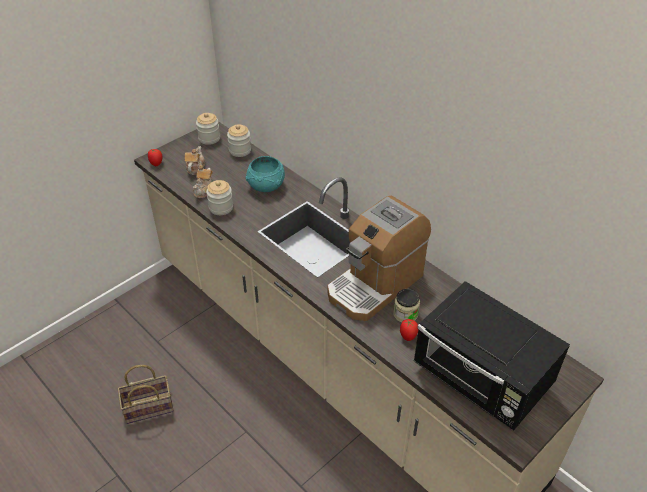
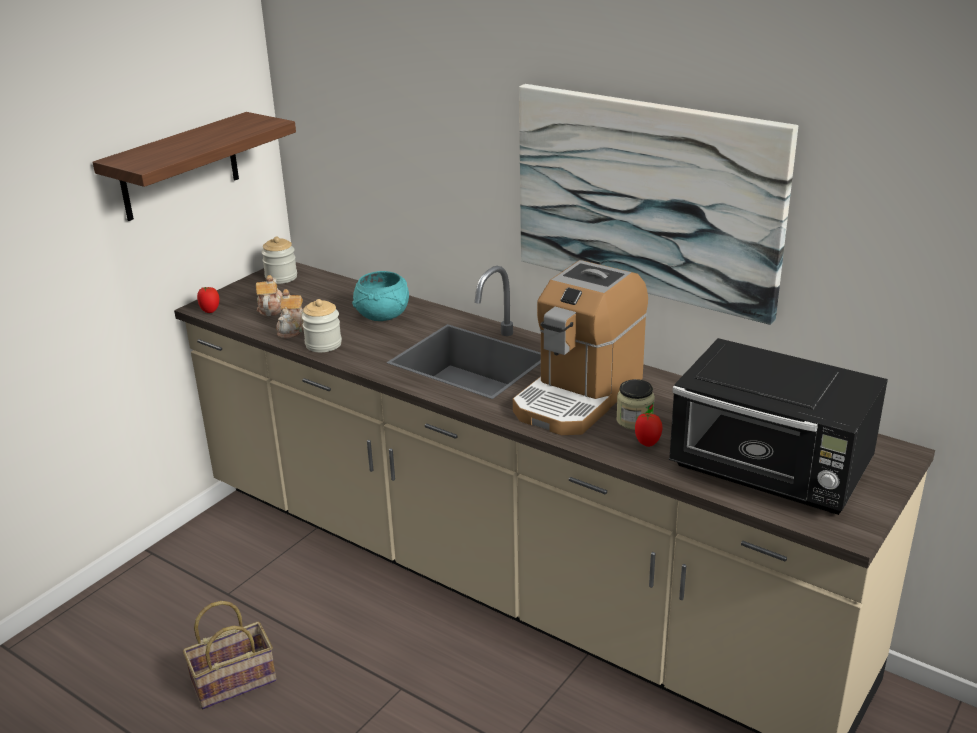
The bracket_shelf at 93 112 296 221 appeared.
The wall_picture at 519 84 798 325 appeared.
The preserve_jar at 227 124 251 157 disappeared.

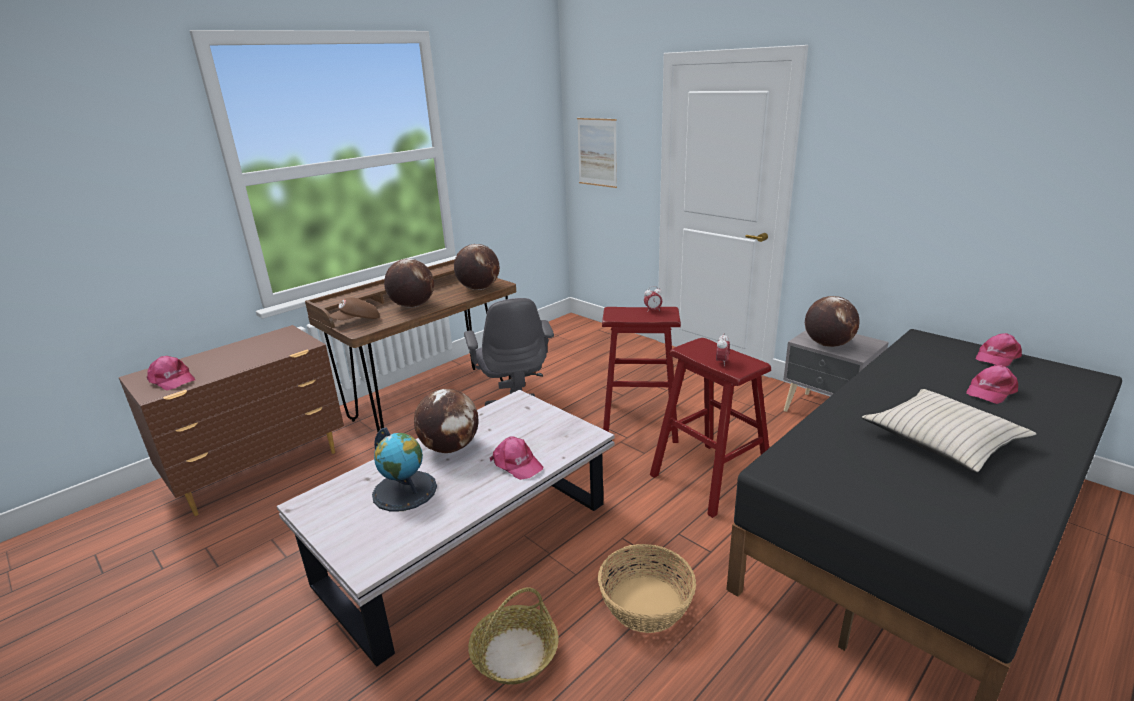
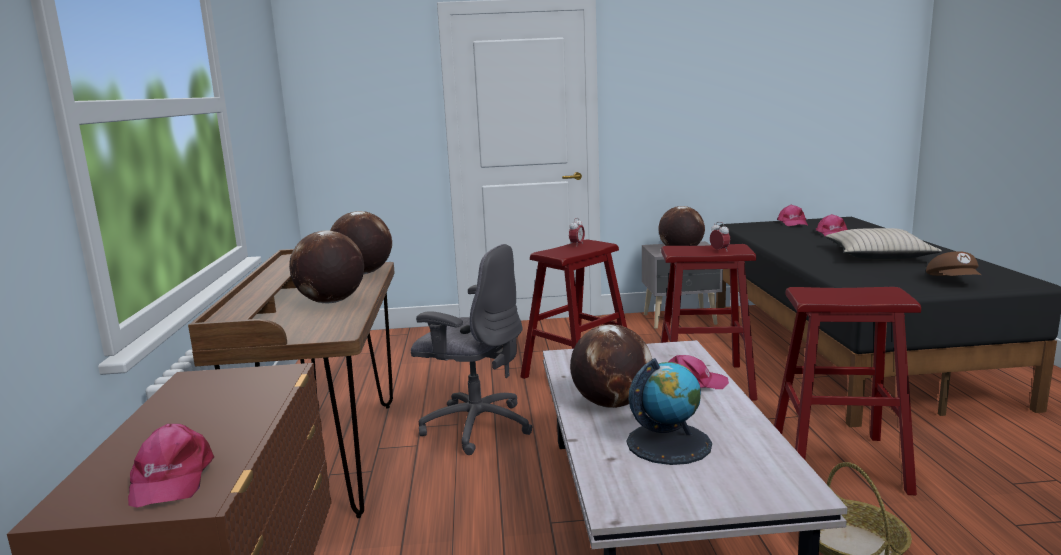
The pink_cap at 147 356 195 390 turned 90 degrees clockwise.
The basket at 598 544 696 633 was replaced by the red-coloured_sitting_stool at 774 287 921 495.
The brownish_cap moved from 329 297 380 320 to 926 251 981 276.
The wall_picture at 577 118 617 188 disappeared.

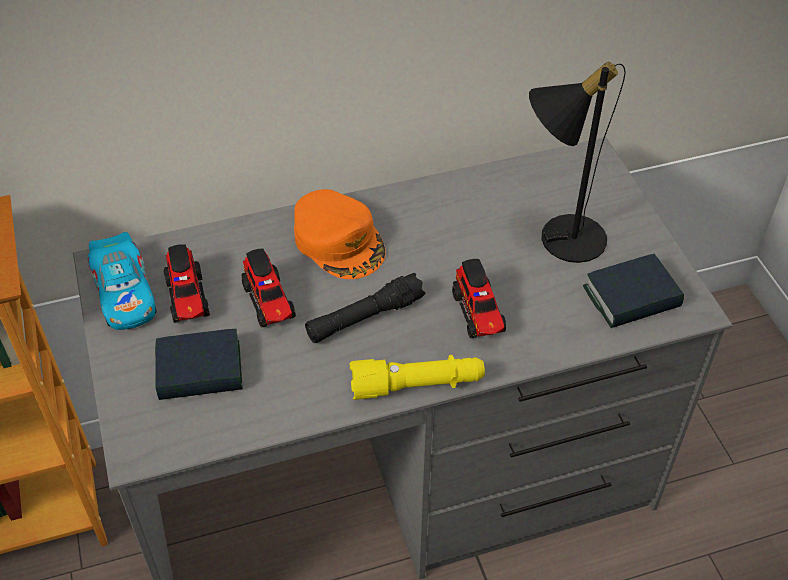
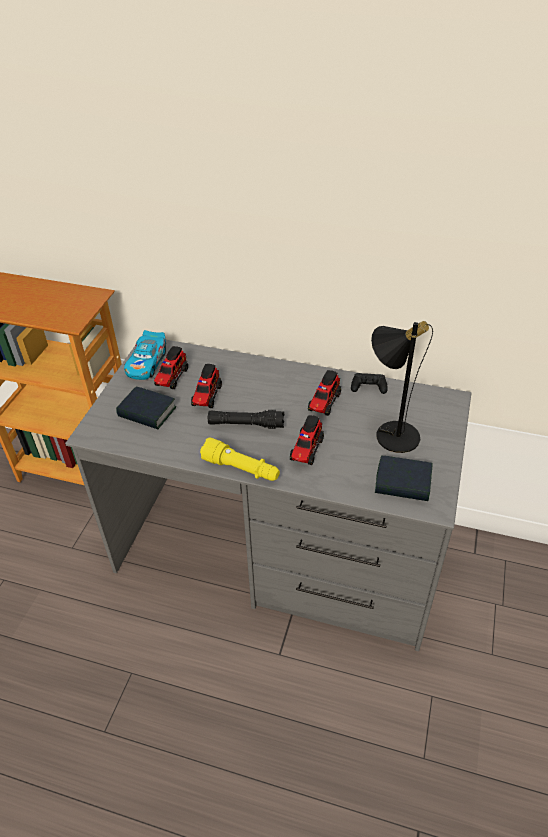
The model_truck at 308 370 341 416 appeared.
The blackish_game_controller at 351 373 388 394 appeared.
The orange_cap at 294 189 386 279 disappeared.

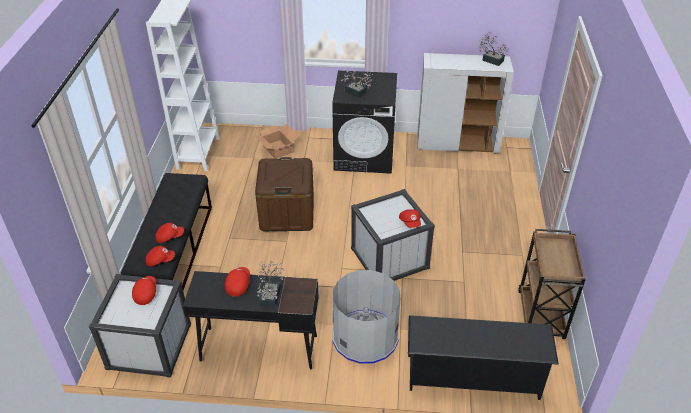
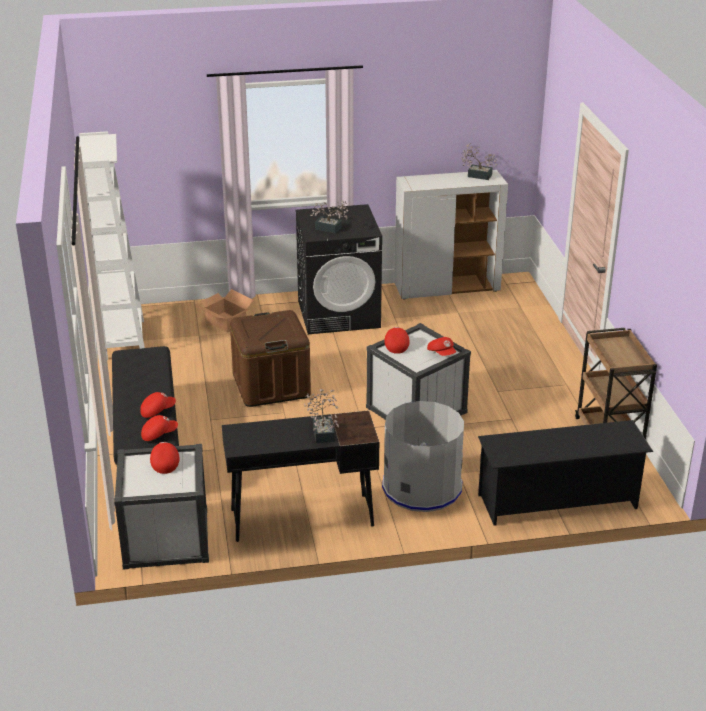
The red-coloured_cap moved from 225 267 250 297 to 384 327 410 354.

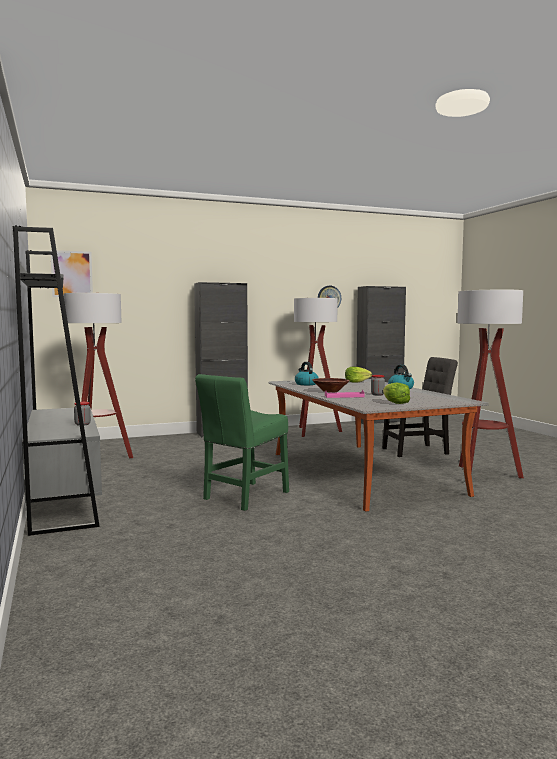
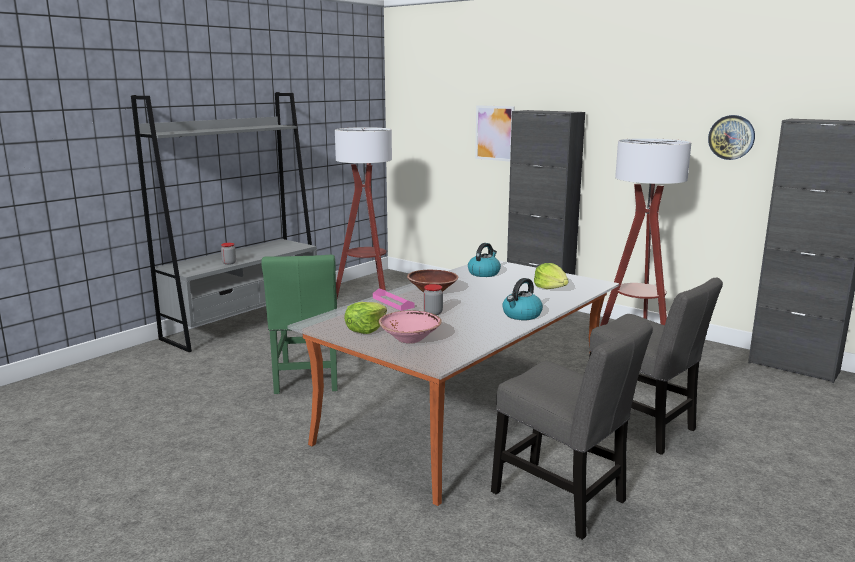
The green-coloured_chair at 195 374 289 511 turned 105 degrees counterclockwise.
The pink_deep_dish at 379 311 442 343 appeared.
The wall_picture moved from 50 250 93 297 to 475 105 515 162.
The standard_lamp at 457 290 524 478 was replaced by the grey_chair at 491 321 653 540.

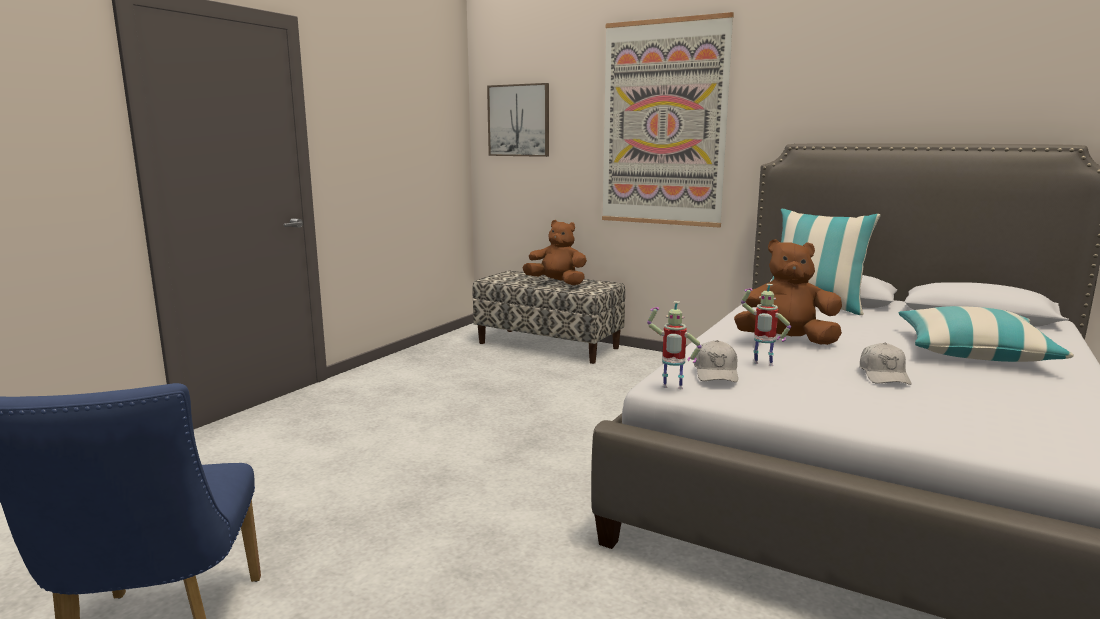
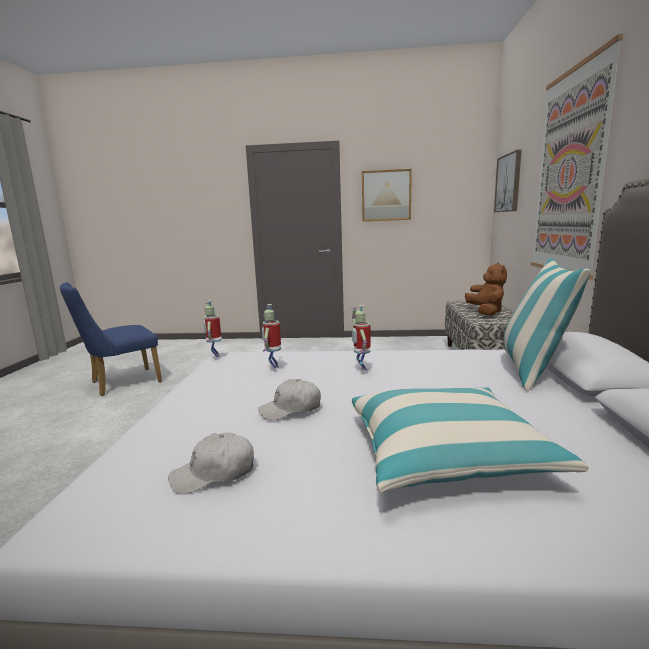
The white-coloured_cap moved from 694 340 738 382 to 168 433 254 494.
The brownish_cuddly_toy at 734 239 842 345 was replaced by the model_robot at 351 305 371 374.
The wall_picture at 362 169 412 222 appeared.

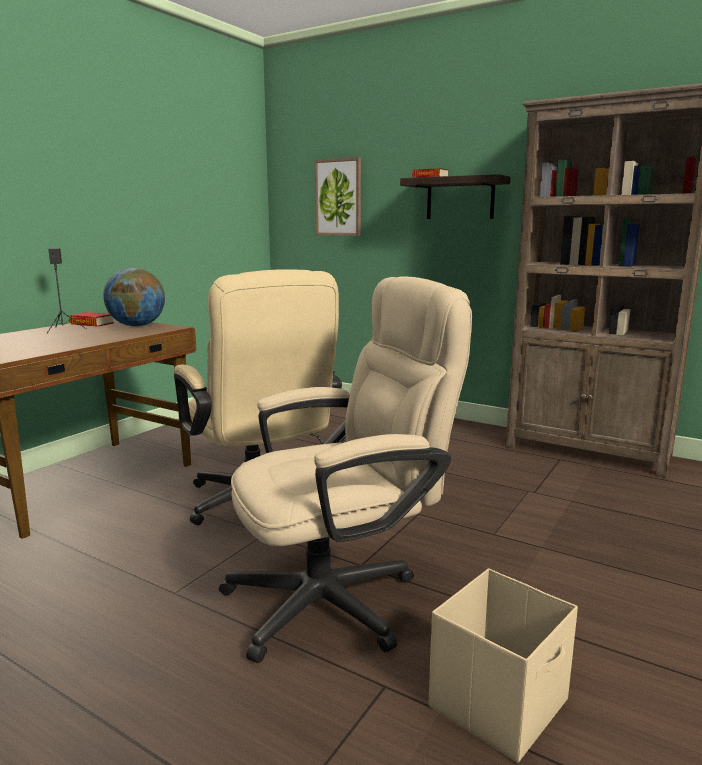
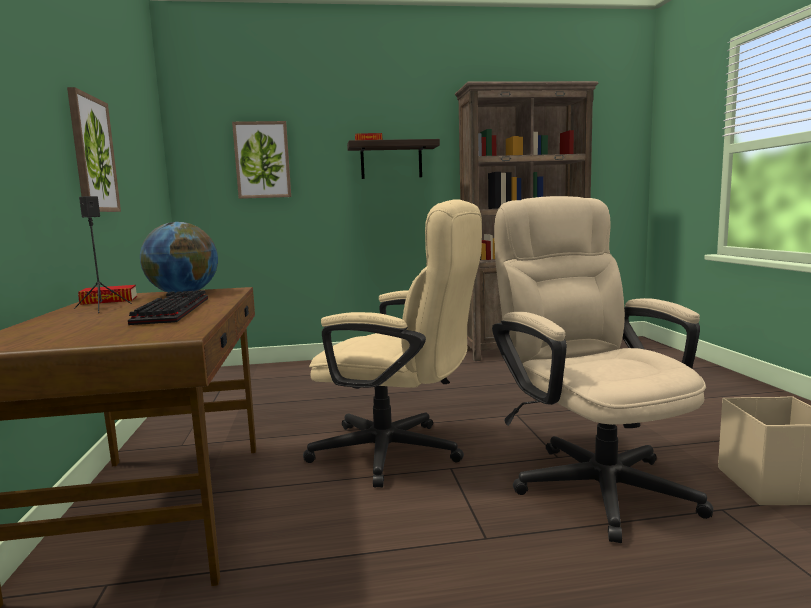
The wall_picture at 67 87 121 212 appeared.
The computer_keyboard at 128 290 208 325 appeared.
The beige_office_chair at 219 276 472 663 turned 45 degrees counterclockwise.

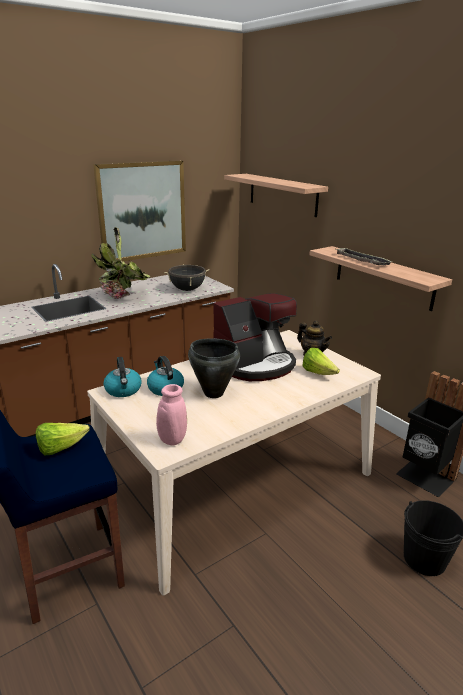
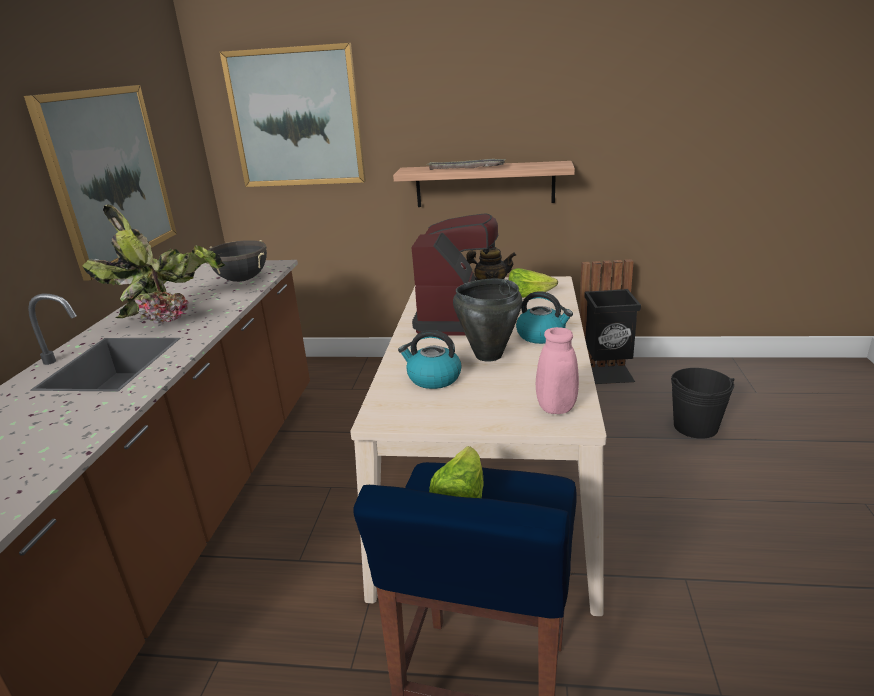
The bracket_shelf at 224 174 328 217 was replaced by the wall_picture at 220 43 366 187.
The tea_kettle moved from 104 357 141 397 to 516 291 573 344.

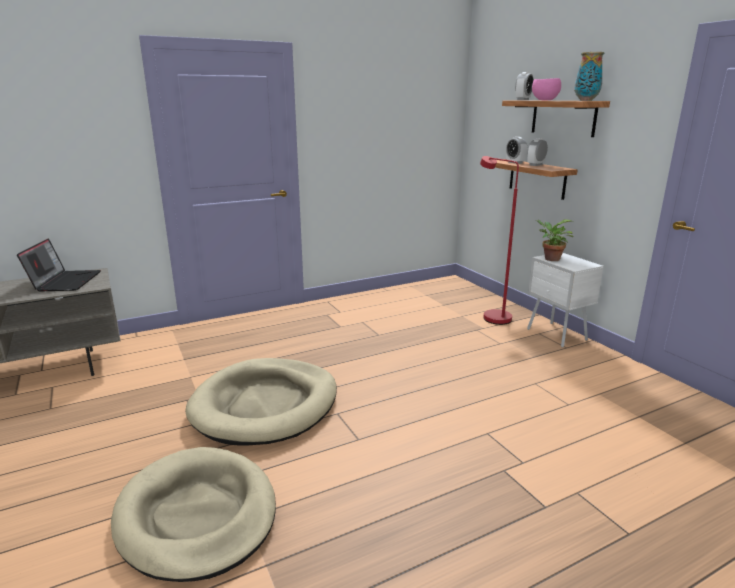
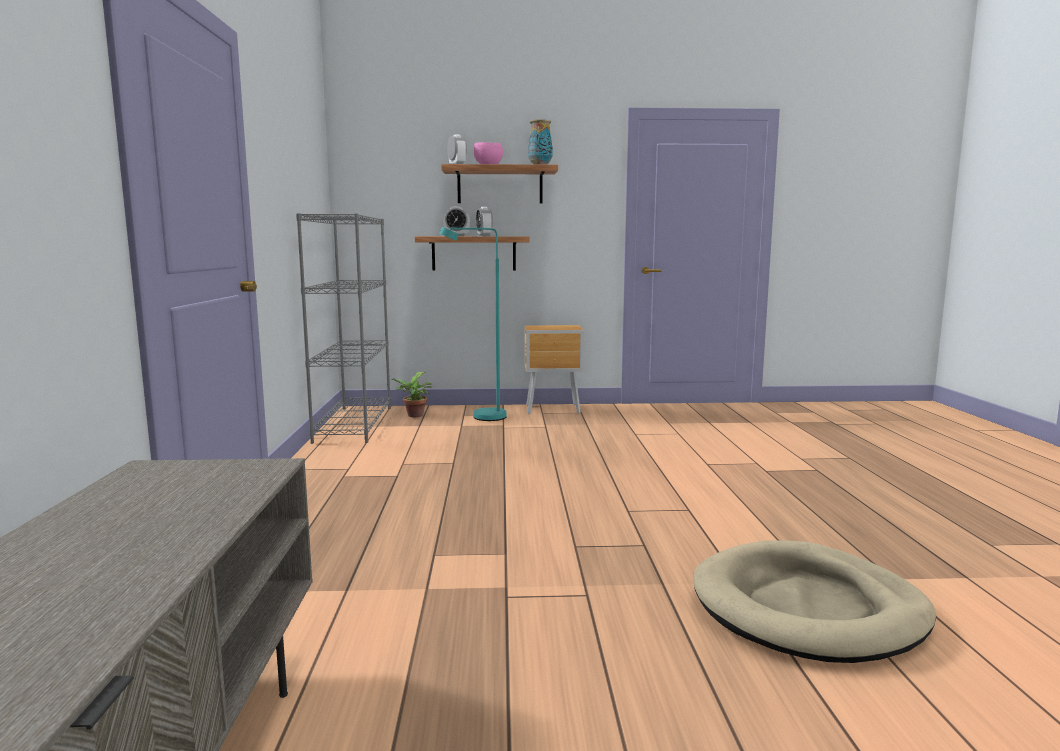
The grey_shelving_unit at 296 213 391 444 appeared.
The plant_in_a_pot moved from 536 219 574 261 to 390 372 432 417.
The red-coloured_standard_lamp at 480 156 519 325 became the blue-green_standard_lamp at 439 227 507 421.
The white-coloured_nightstand at 527 253 604 347 became the brownish_nightstand at 525 325 584 414.
The notebook_computer at 17 238 101 291 disappeared.
The beige_dog_bed at 185 358 337 446 disappeared.

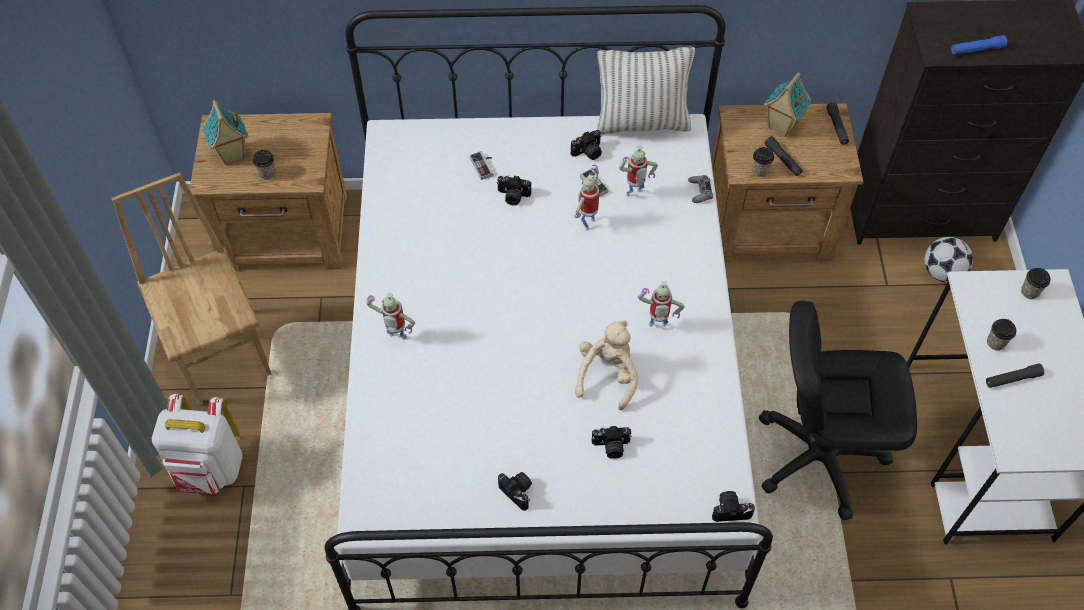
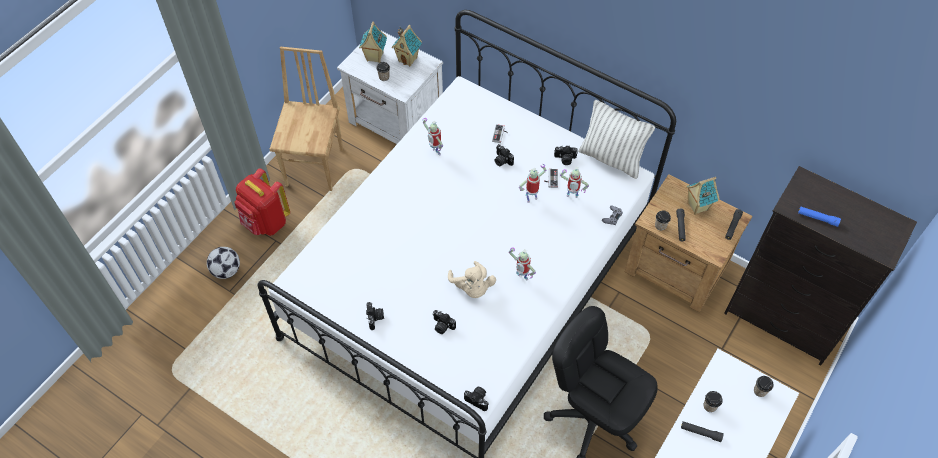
The football_ball moved from 925 237 973 283 to 207 247 240 279.
The white-coloured_rucksack at 152 394 243 495 became the red-coloured_rucksack at 235 168 290 236.
The brownish_nightstand at 190 113 347 271 became the white-coloured_nightstand at 337 30 443 144.
The model_house at 392 25 422 67 appeared.
The model_robot moved from 366 292 415 339 to 423 118 443 155.
The beige_cuddly_toy at 575 320 639 411 turned 105 degrees clockwise.

